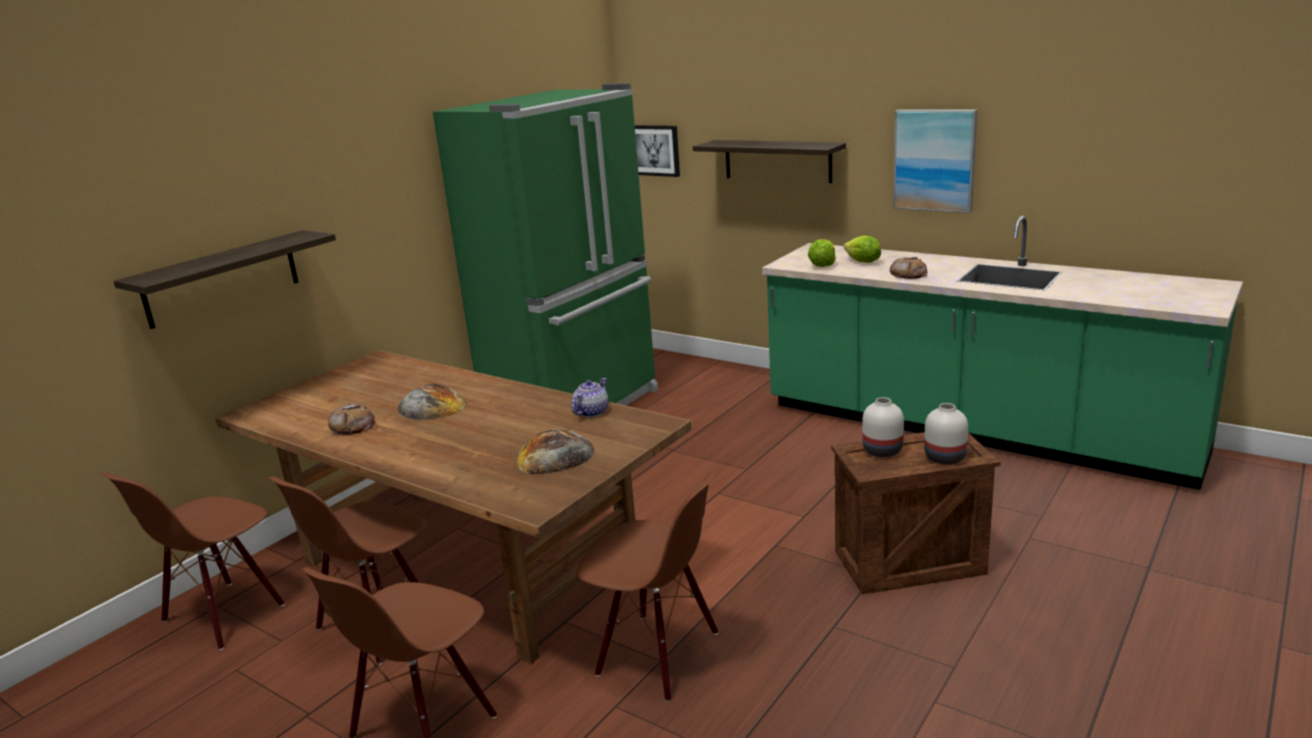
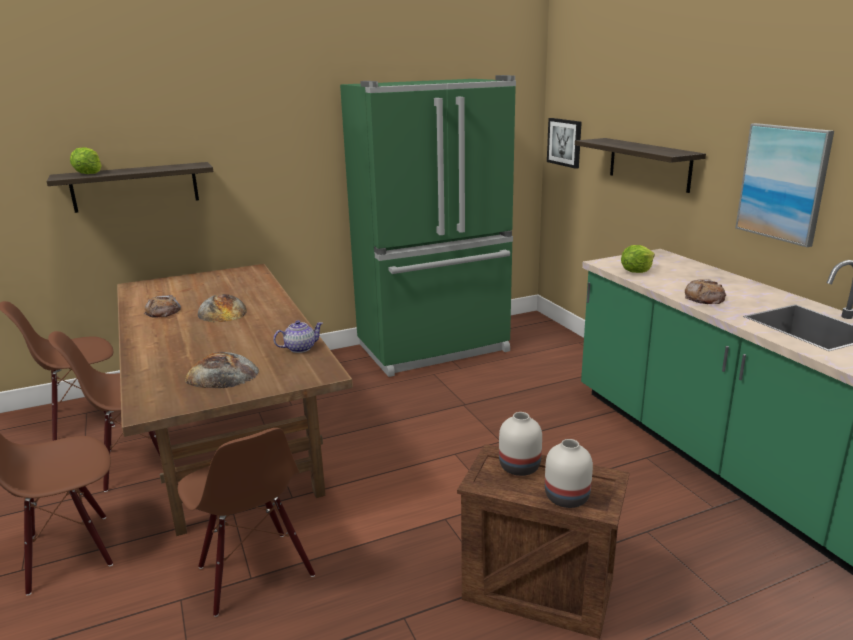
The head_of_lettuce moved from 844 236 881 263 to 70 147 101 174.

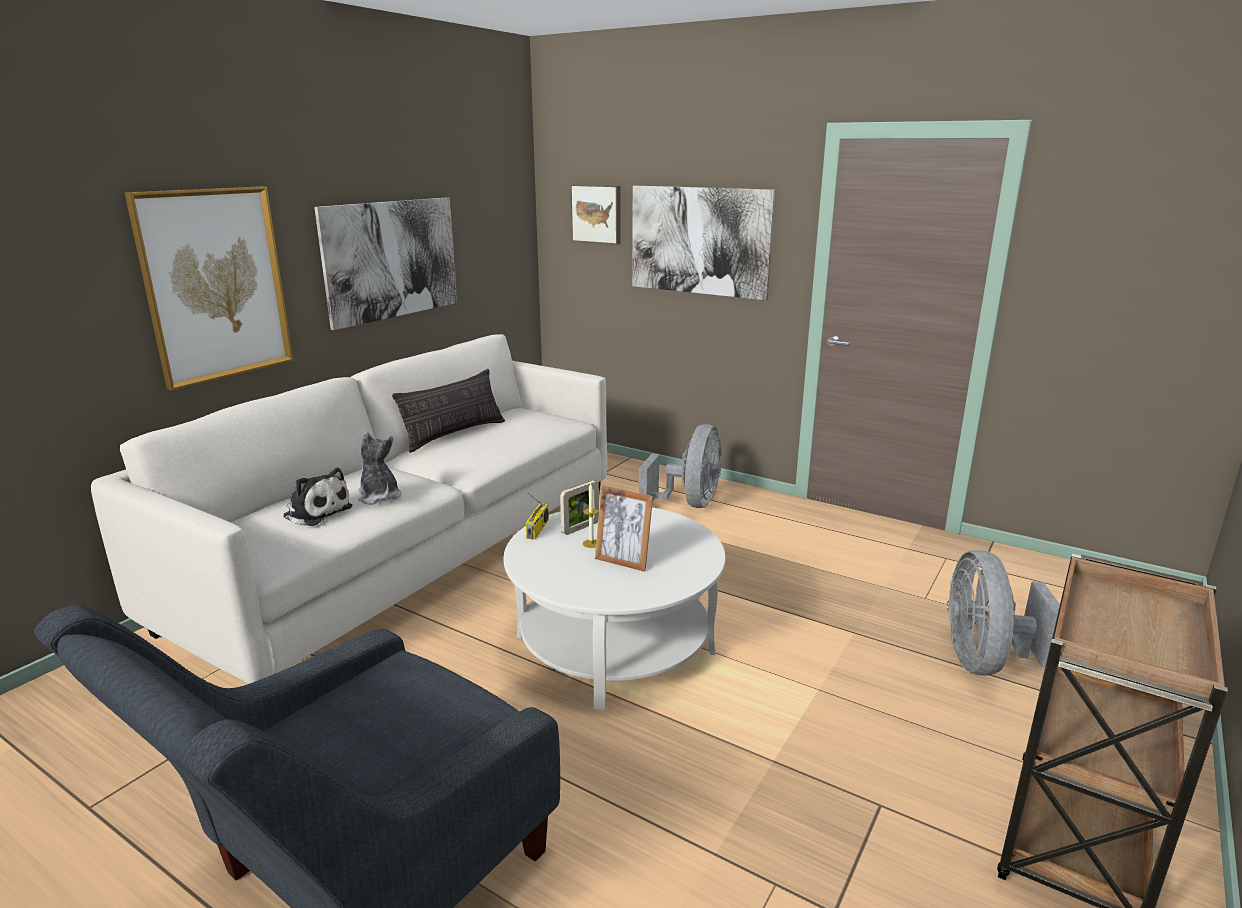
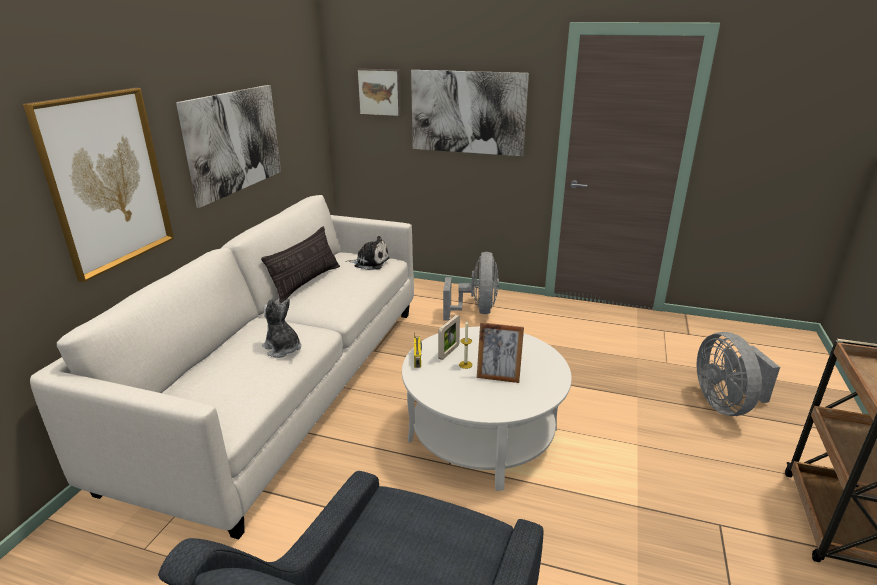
The cuddly_toy moved from 282 468 352 526 to 345 236 390 270.

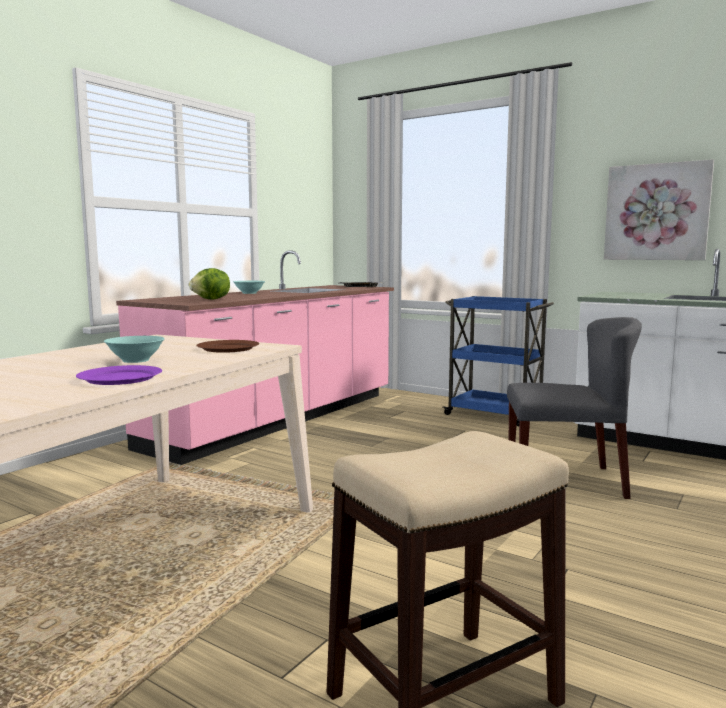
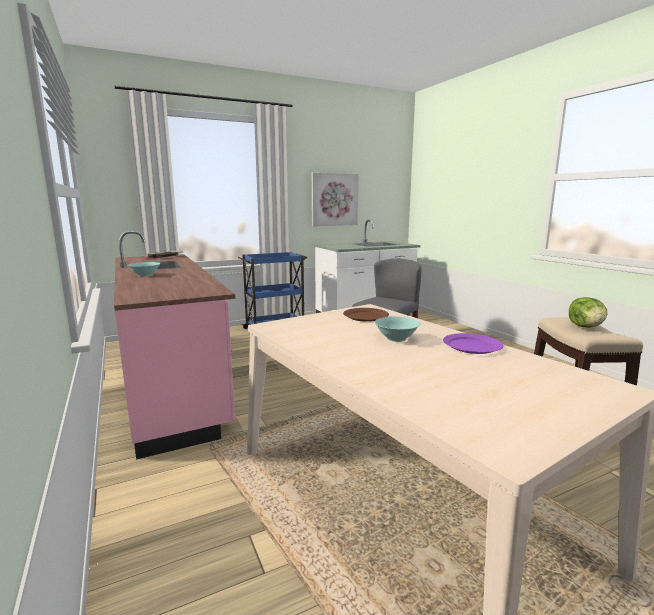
The head_of_lettuce moved from 189 268 230 300 to 569 297 607 328.

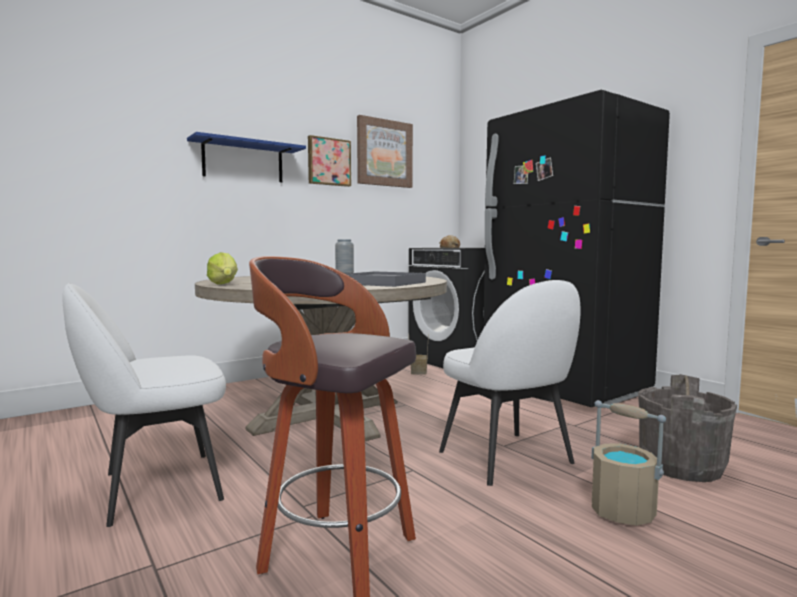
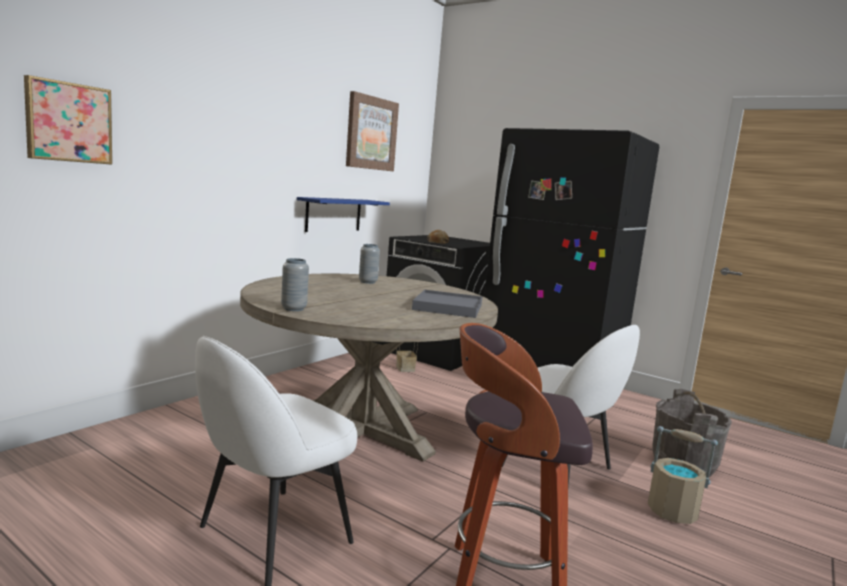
The wall_picture moved from 308 135 351 187 to 24 75 112 165.
The head_of_lettuce at 207 252 238 284 was replaced by the grey_decorative_vase at 281 258 309 311.
The blue_bracket_shelf moved from 187 132 306 182 to 297 197 390 232.

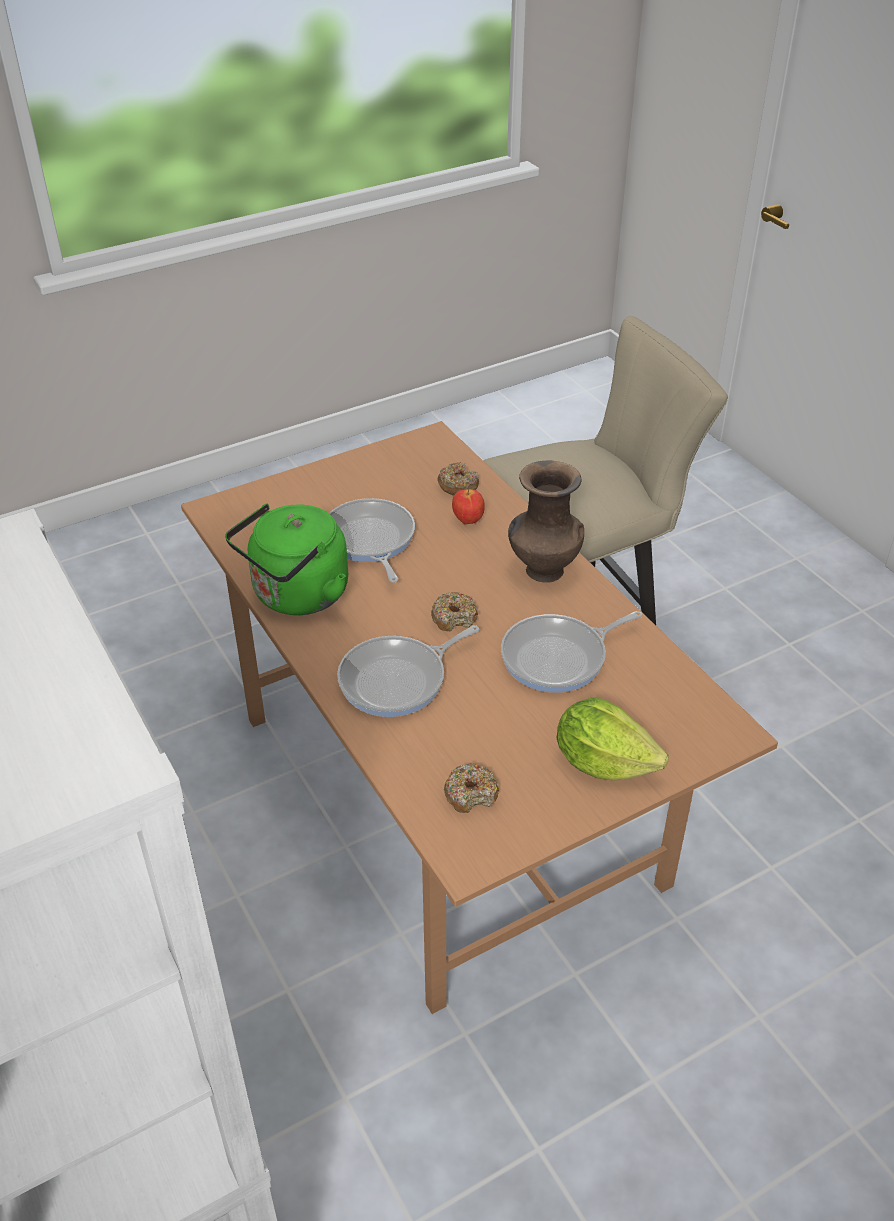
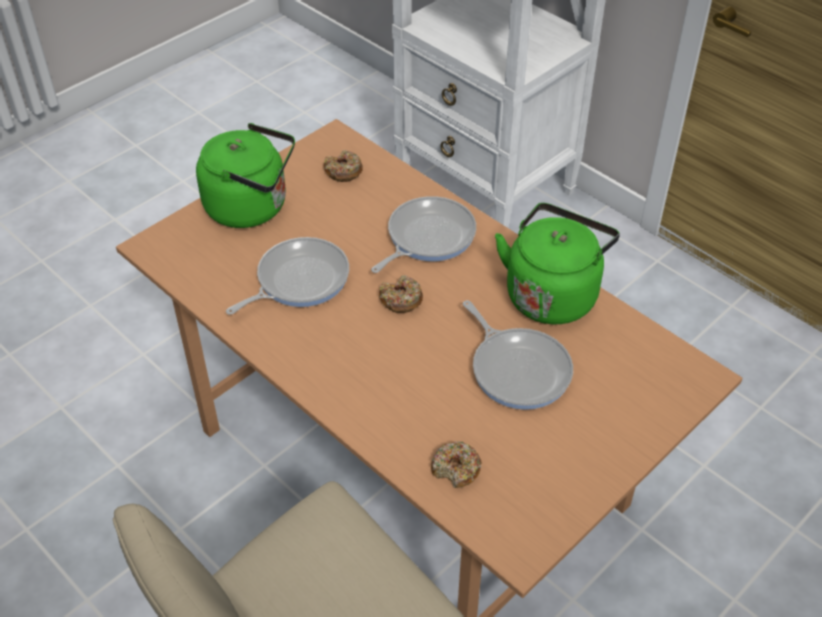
The head_of_lettuce at 557 697 669 781 was replaced by the green-coloured_tea_kettle at 196 123 295 228.
The whole_apple at 452 489 485 524 disappeared.
The brownish_decorative_vase at 508 461 584 583 disappeared.

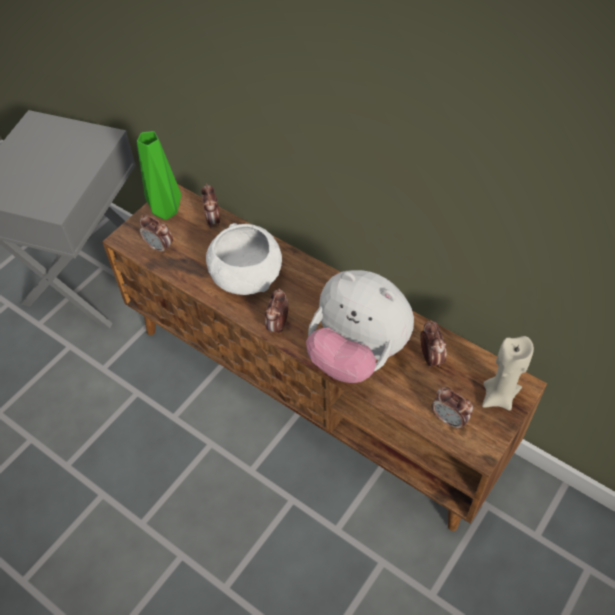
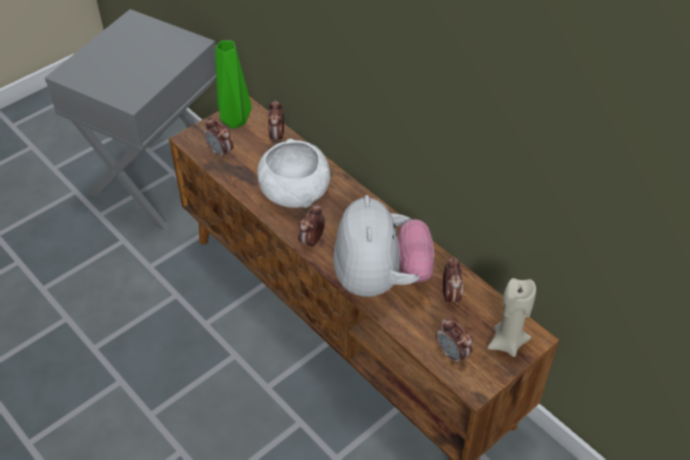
The cuddly_toy at 306 270 414 383 turned 135 degrees counterclockwise.

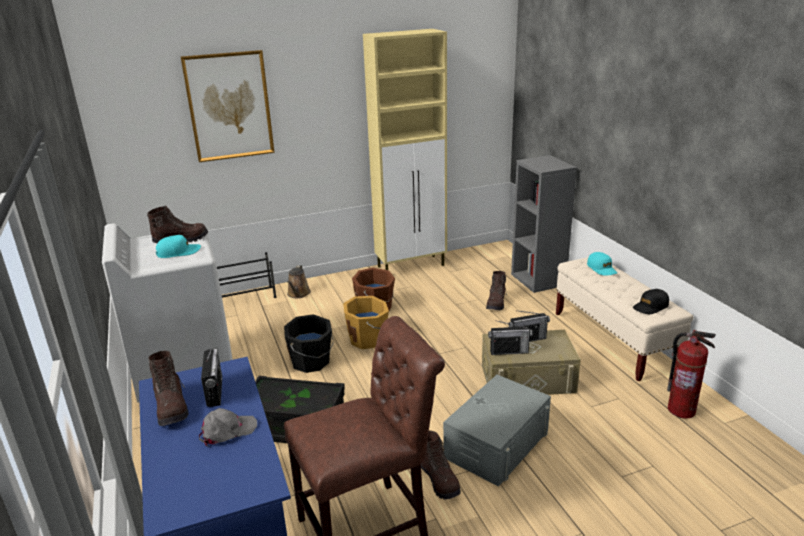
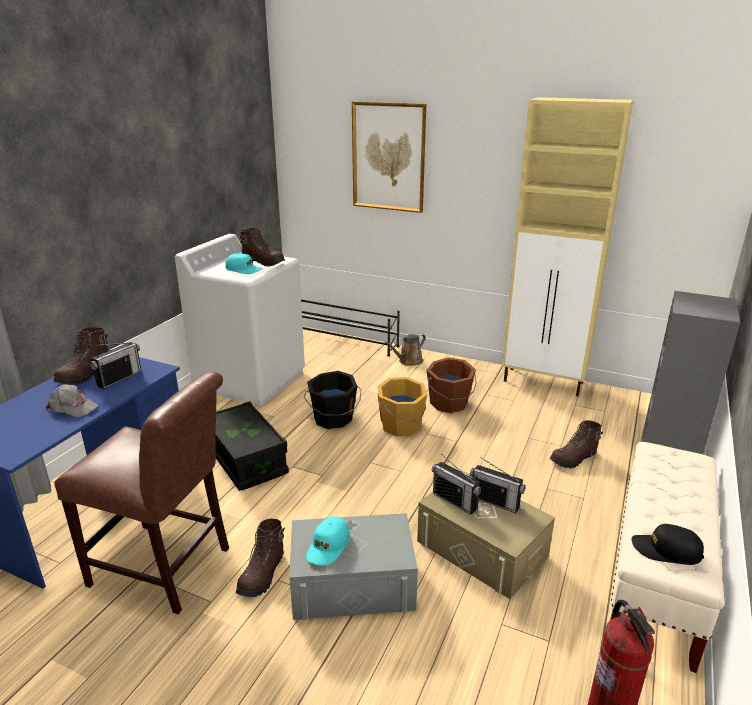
The blue-green_cap moved from 587 252 617 276 to 306 517 350 566.

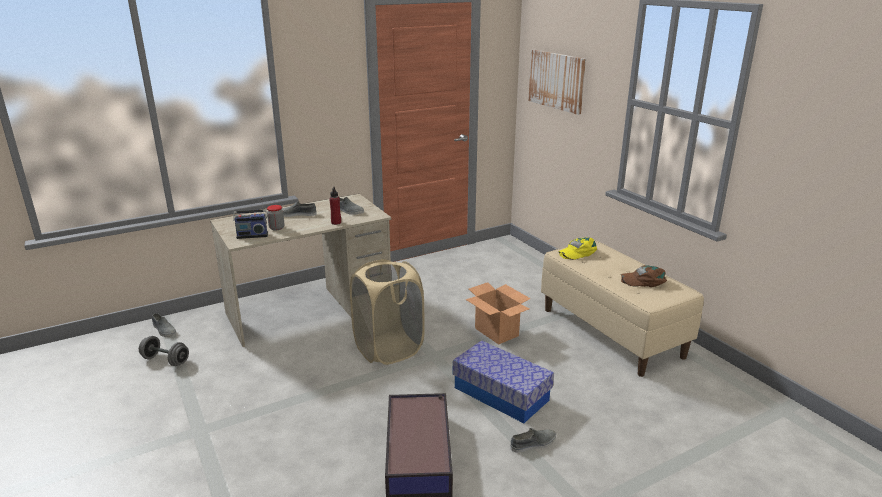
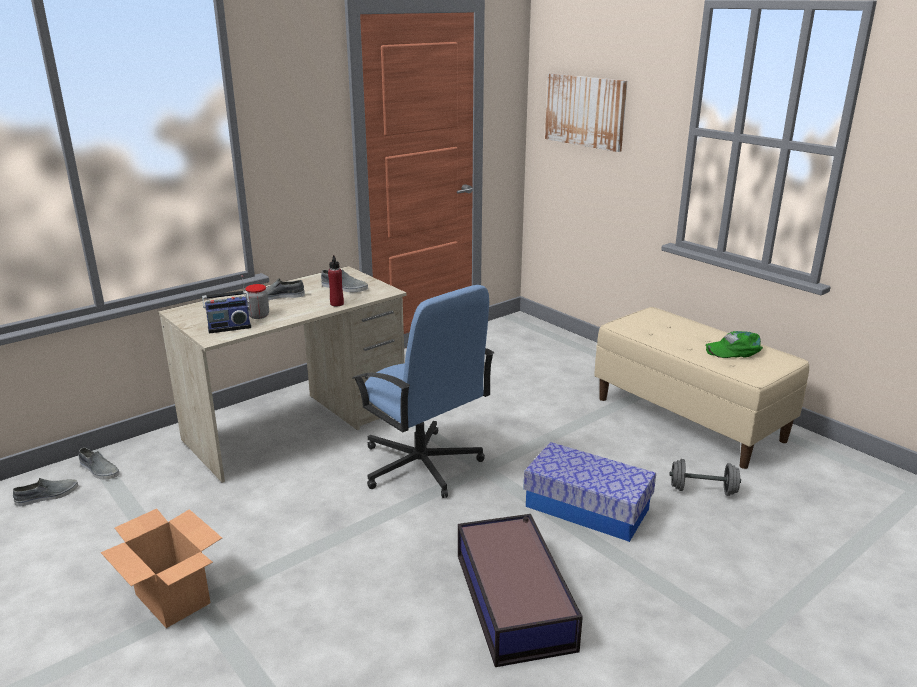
The grey_low_shoe moved from 510 428 556 453 to 13 478 78 507.
The packing_box moved from 466 282 531 345 to 101 509 222 628.
The beige_laundry_basket at 350 259 425 365 was replaced by the blue_office_chair at 352 285 494 498.
The grey_free_weight moved from 139 336 189 366 to 669 459 741 496.
The brownish_cap at 621 265 667 287 became the green-coloured_cap at 705 331 763 358.
The yellow_cap at 559 237 597 260 disappeared.

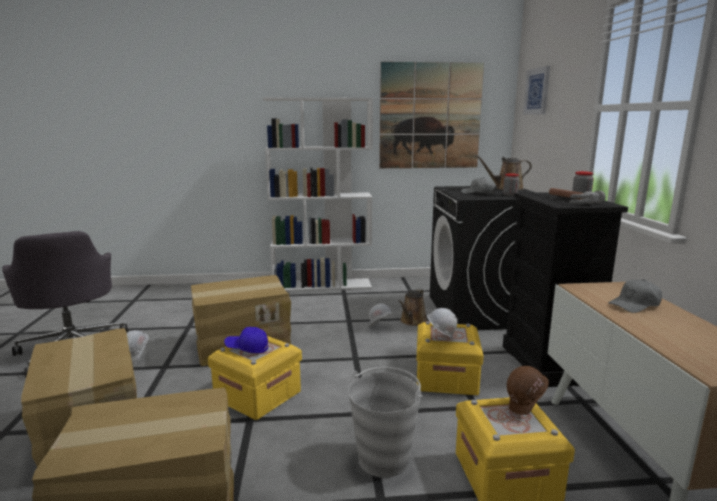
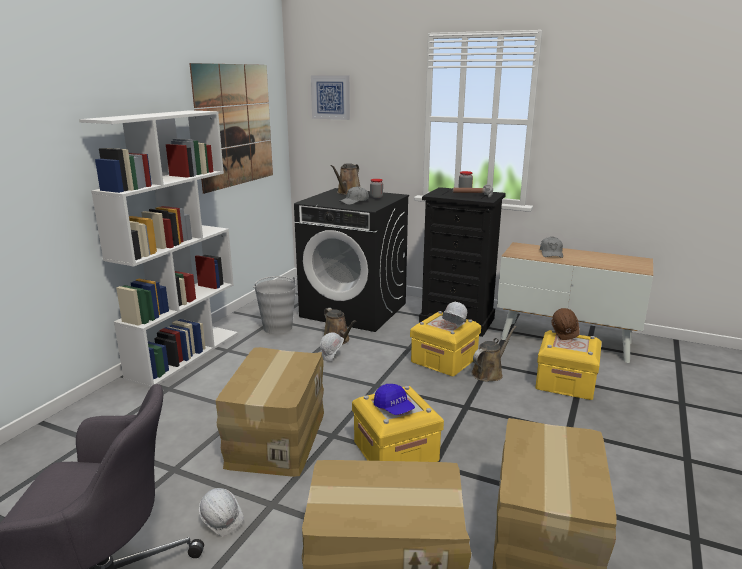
The grey_water_bucket moved from 349 367 423 478 to 253 276 296 334.
The blue_cap at 224 327 268 353 turned 75 degrees counterclockwise.
The brownish_watering_pot at 471 326 516 382 appeared.

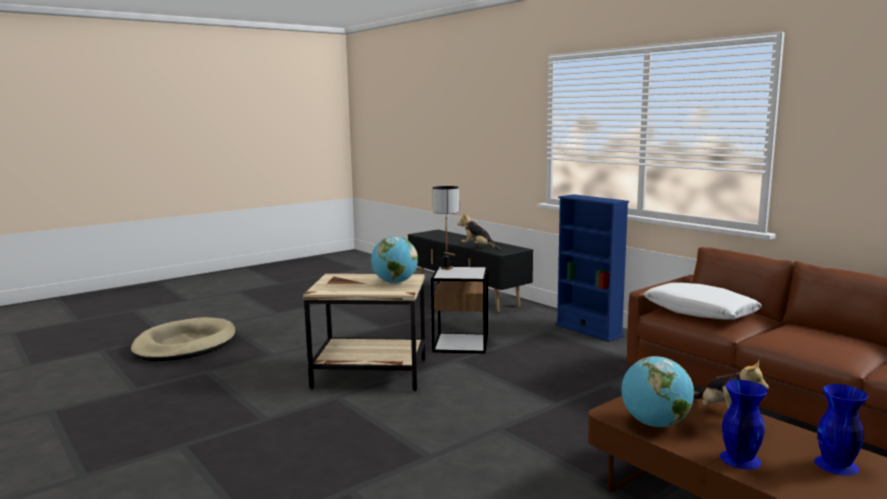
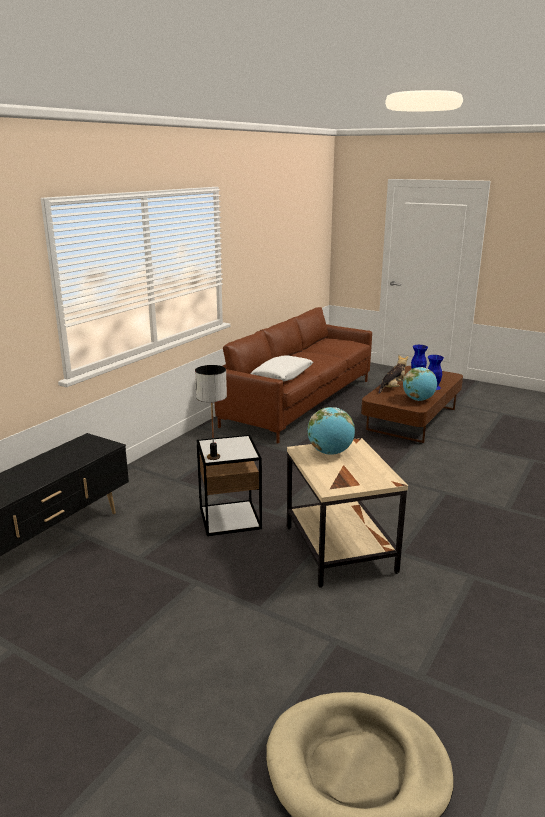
The cuddly_toy at 458 213 500 250 disappeared.
The blue_shelving_unit at 555 194 629 342 disappeared.

